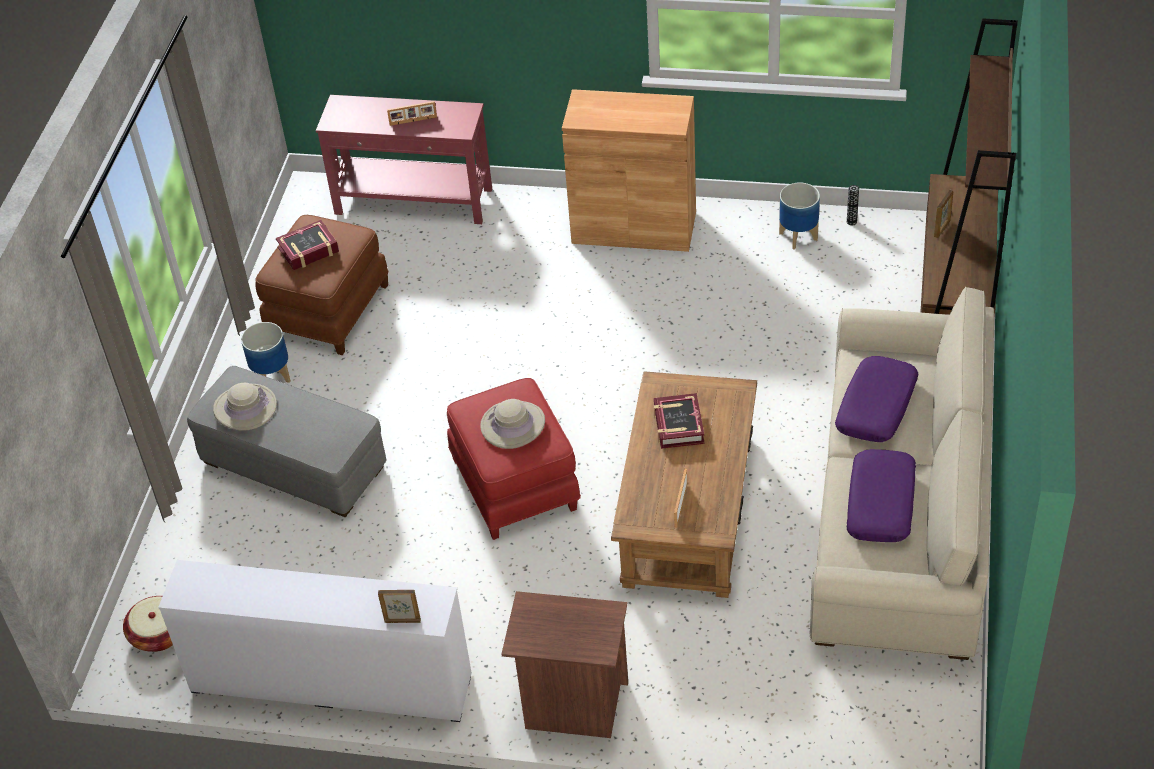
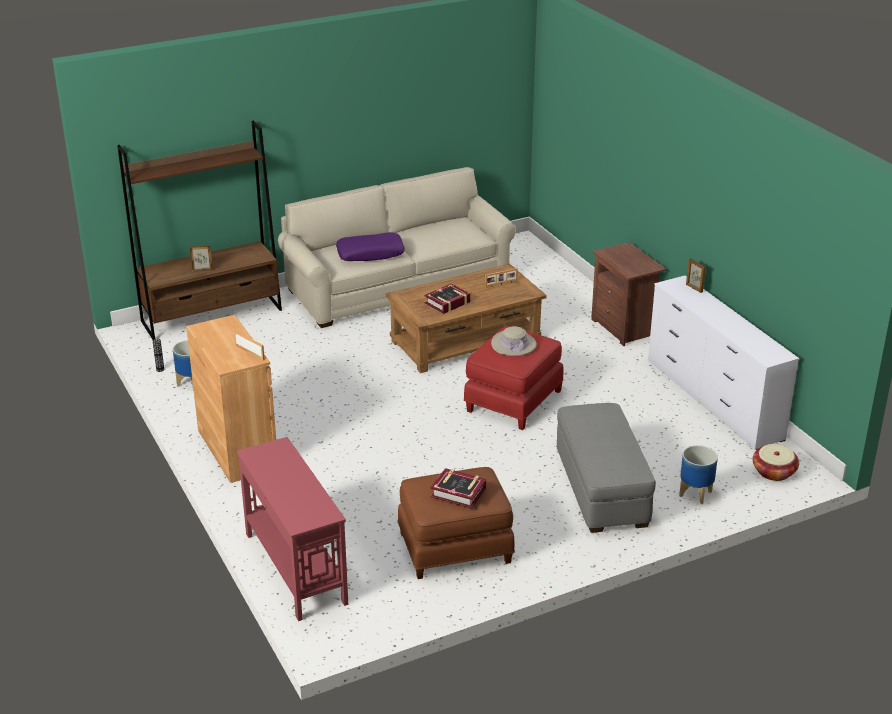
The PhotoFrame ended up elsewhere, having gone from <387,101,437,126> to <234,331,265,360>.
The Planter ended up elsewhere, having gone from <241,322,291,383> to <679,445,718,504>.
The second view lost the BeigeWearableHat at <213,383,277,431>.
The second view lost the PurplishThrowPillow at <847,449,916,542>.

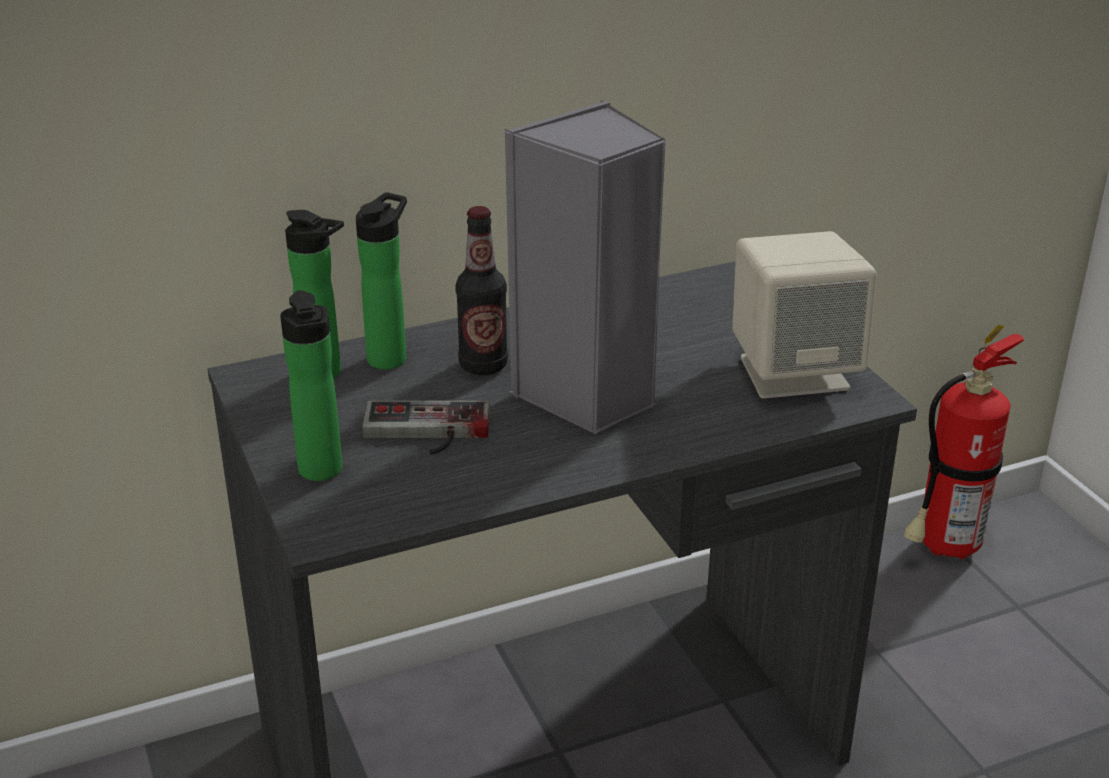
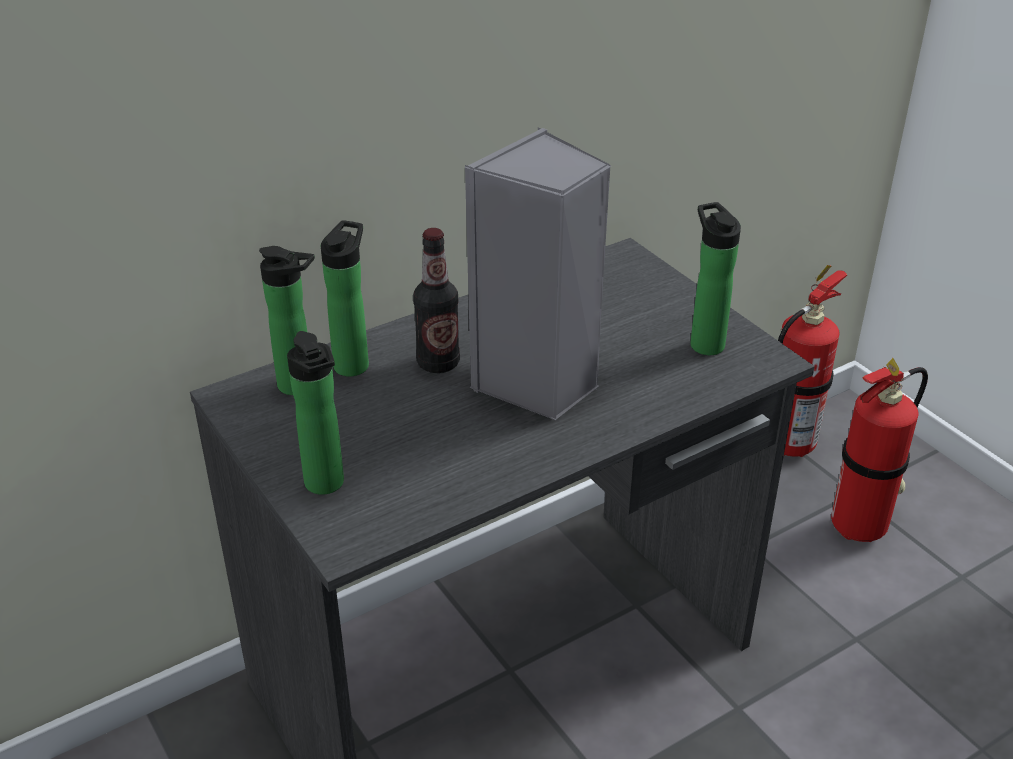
Where the BeigeAudioSpeaker stood at <732,231,877,399>, the Bottle came to stand at <690,202,741,355>.
The second view lost the Gamepad at <362,401,490,455>.
The second view gained the FireExtinguisher at <831,358,928,542>.

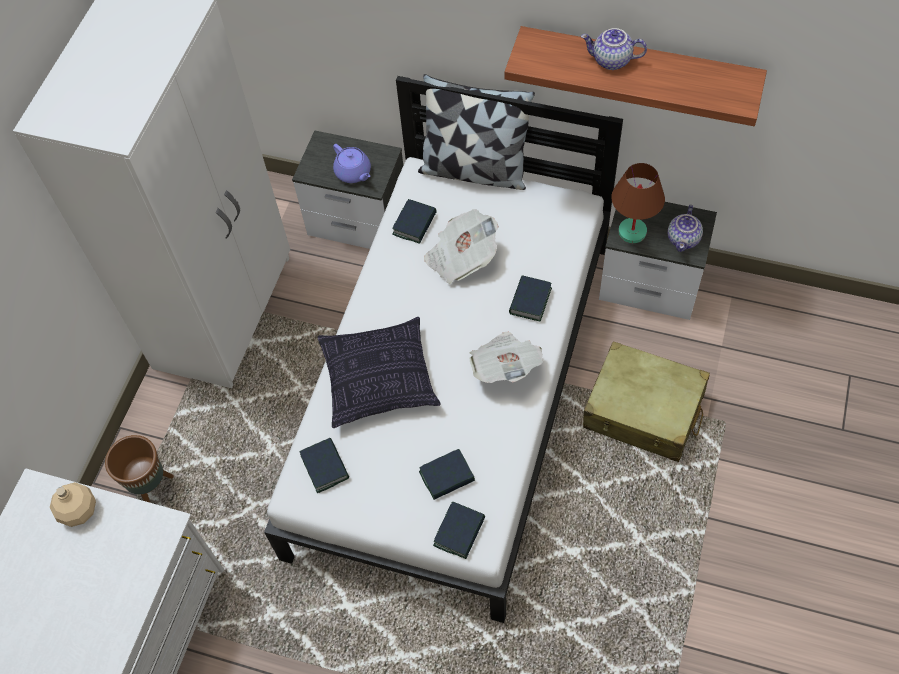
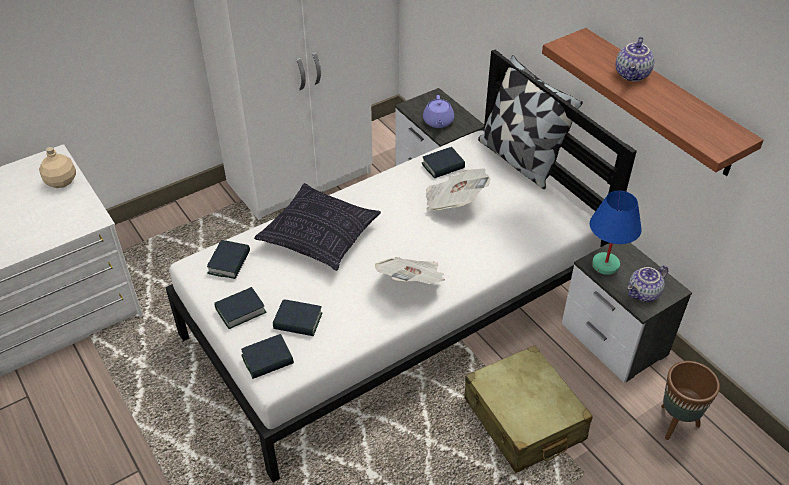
The PotForTea at <581,28,647,70> ended up facing another way, 120 degrees counterclockwise from before.
What was the BrownishLampForATable at <611,163,665,243> turned into the BlueColouredLampForATable at <590,191,642,275>.
The Book ended up elsewhere, having gone from <509,275,552,322> to <214,287,267,329>.
The BrownishPlanter ended up elsewhere, having gone from <105,435,174,503> to <661,361,720,440>.

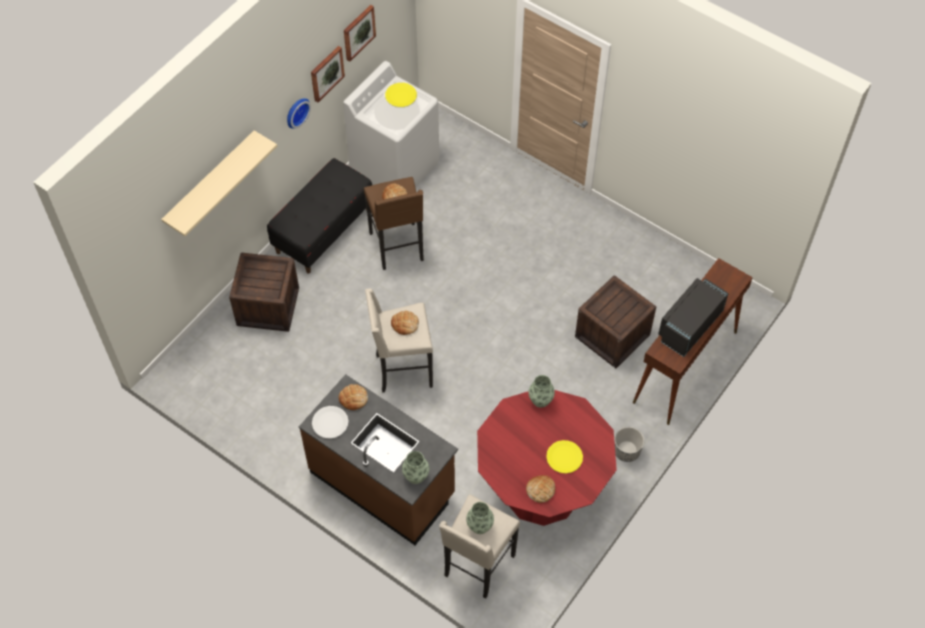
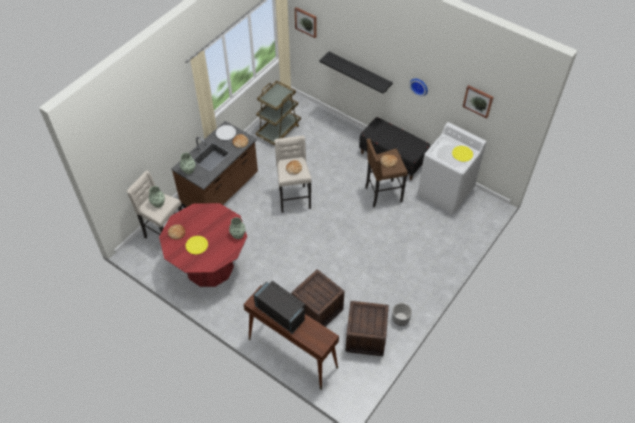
The WallArt ended up elsewhere, having gone from <311,46,345,102> to <295,7,317,38>.
The second view lost the BeigeWallShelf at <161,130,277,236>.
The PackingCrate ended up elsewhere, having gone from <229,253,299,332> to <345,301,389,356>.
The Planter ended up elsewhere, having gone from <614,427,644,462> to <392,303,412,326>.
The second view gained the BlackishWallShelf at <319,52,393,93>.
The second view gained the BrownishWheeledCart at <256,81,301,145>.

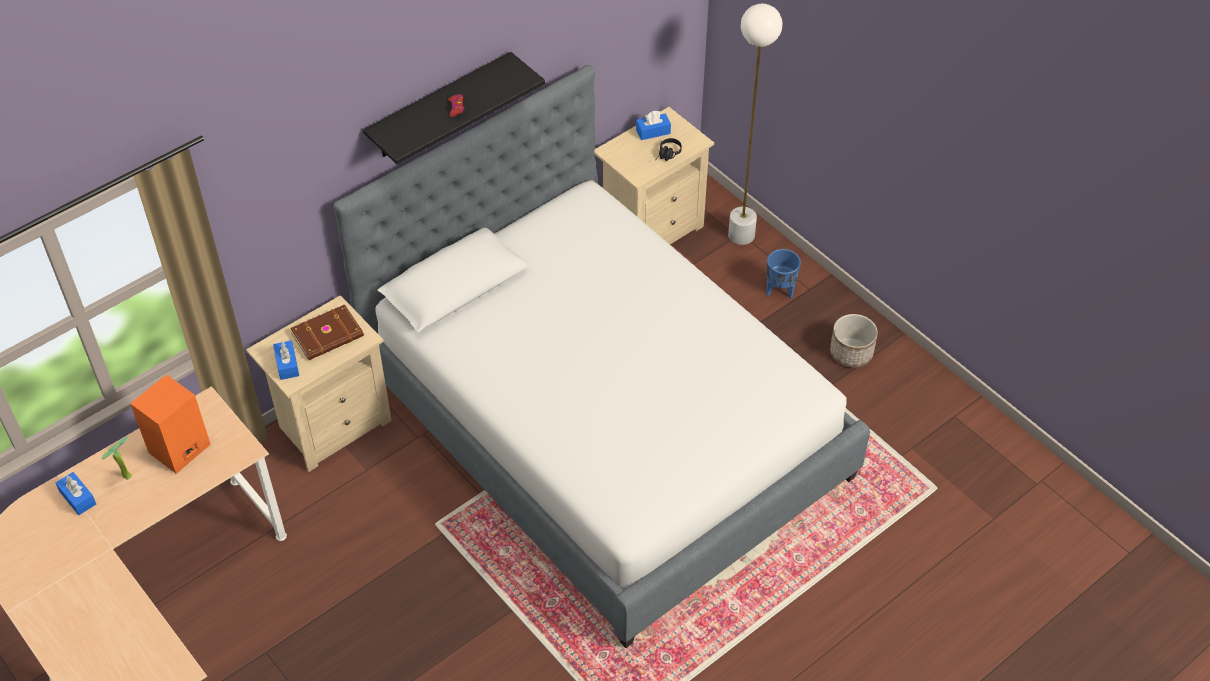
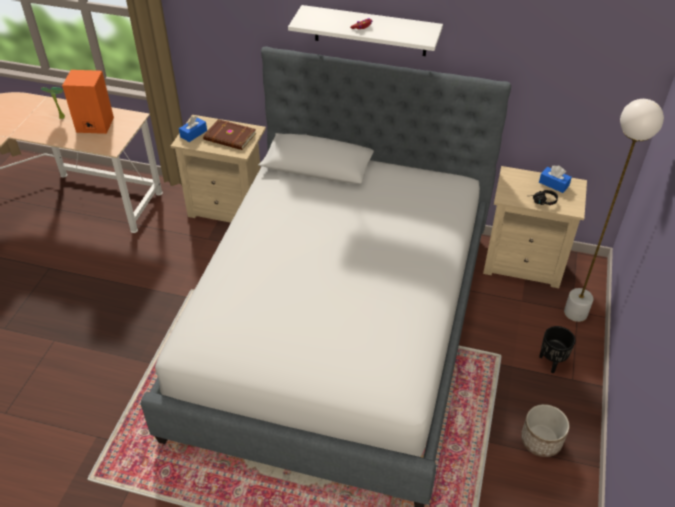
What was the BlackishWallShelf at <363,52,545,164> turned into the WhitishWallShelf at <288,5,443,56>.
What was the BlueColouredPlanter at <766,249,801,299> turned into the BlackishPlanter at <539,326,575,373>.
The second view lost the BlueColouredBoxOfTissues at <56,472,96,515>.

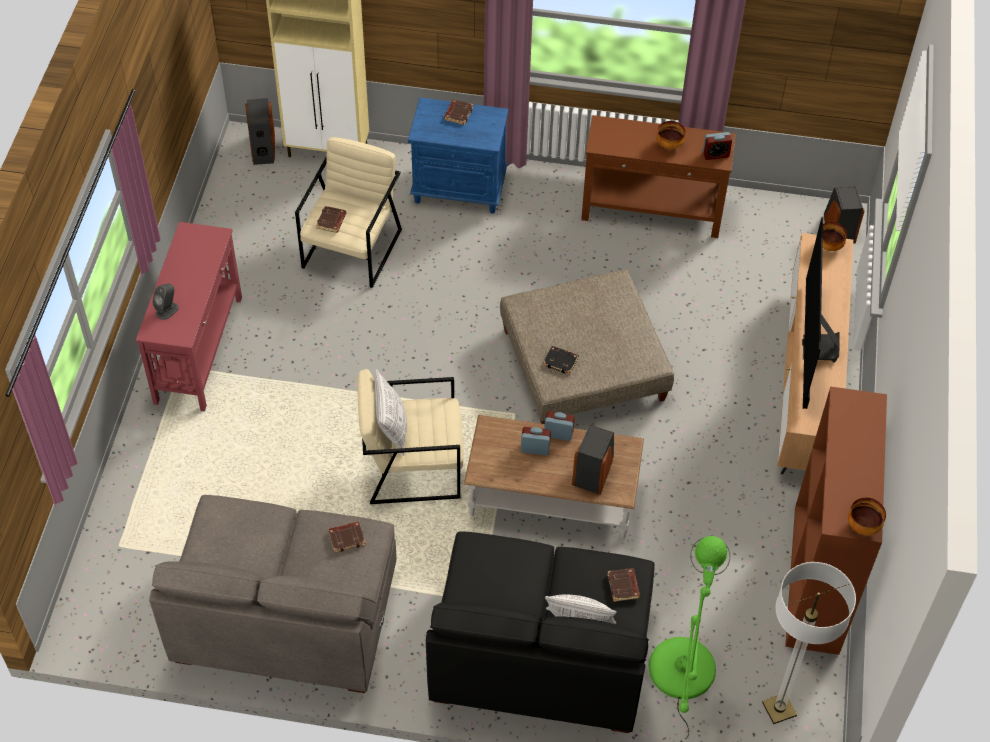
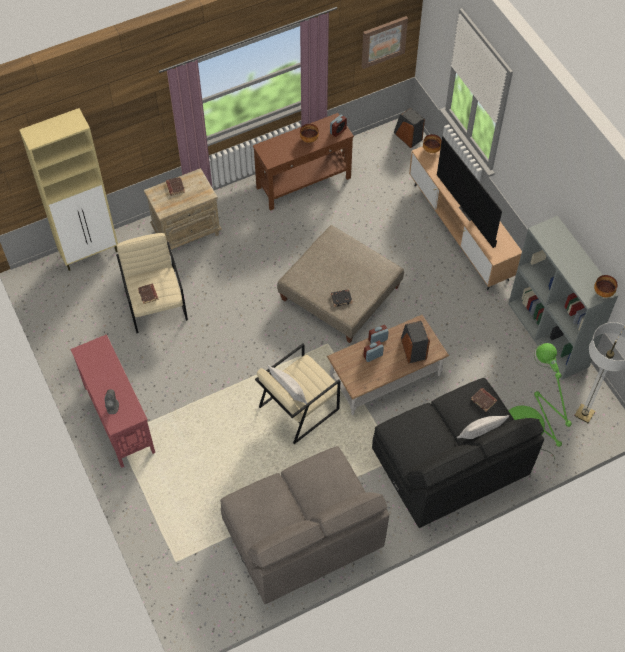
The second view lost the AudioSpeaker at <245,98,275,165>.
What was the BlueColouredBedsideTable at <408,98,508,214> turned into the BeigeBedsideTable at <144,168,222,255>.
What was the BrownishBookcase at <785,386,887,655> turned into the GrayBookcase at <508,216,618,380>.
The second view lost the BrownishBook at <328,521,366,553>.
The second view gained the WallArt at <362,16,408,69>.

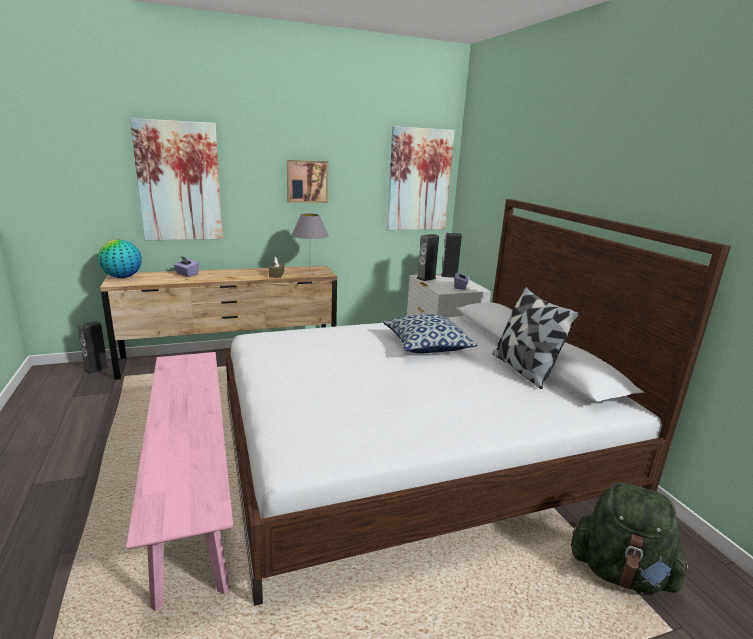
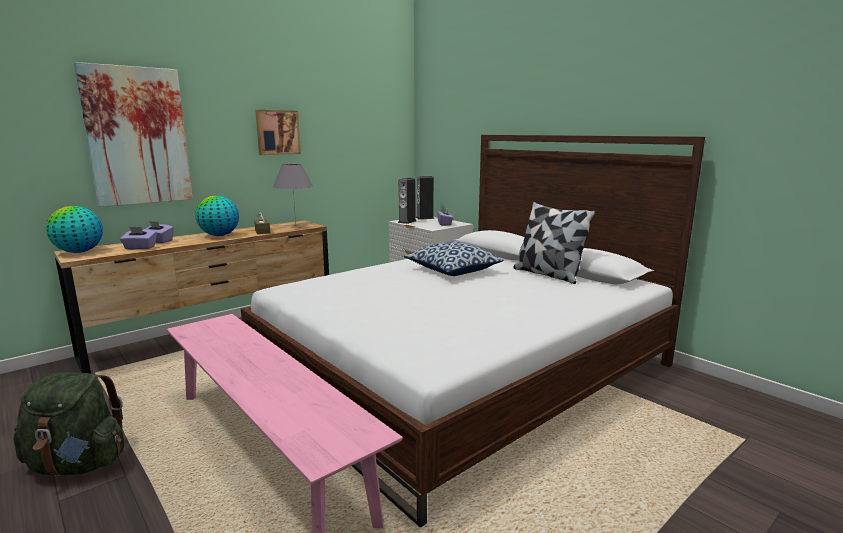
The second view lost the WallArt at <387,126,455,230>.
The second view lost the AudioSpeaker at <78,321,109,374>.
The GreenColouredRucksack ended up elsewhere, having gone from <571,482,690,593> to <14,372,124,476>.
The second view gained the Globe at <196,195,239,236>.
The second view gained the PurplishBoxOfTissues at <120,227,157,250>.

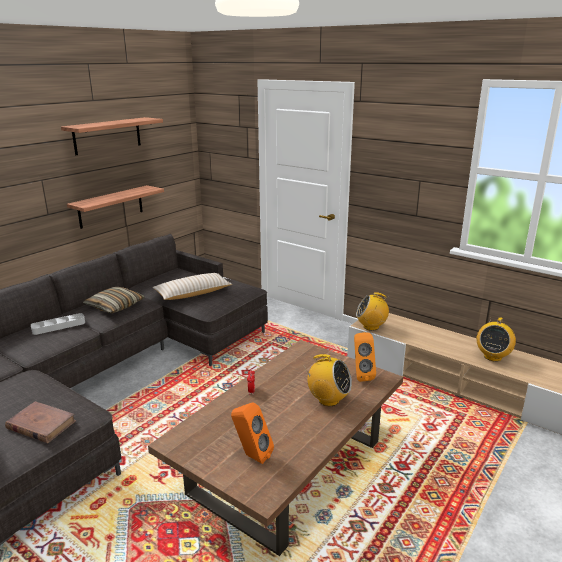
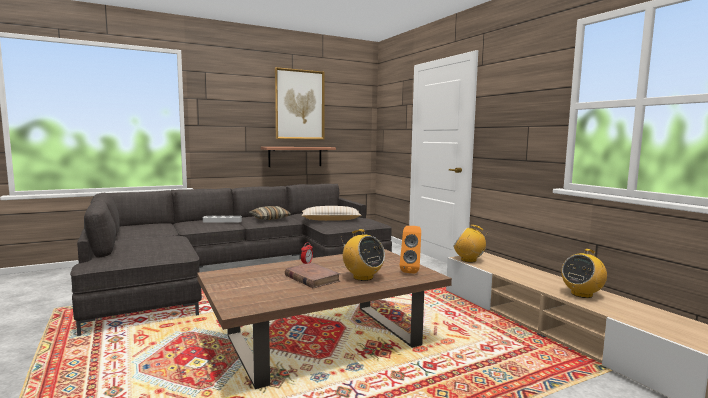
Where the WallShelf hung at <61,117,163,155>, the WallArt came to hang at <275,67,325,139>.
The BrownishBook ended up elsewhere, having gone from <5,401,76,443> to <285,263,340,288>.
The second view lost the OrangeyAudioSpeaker at <231,402,274,464>.

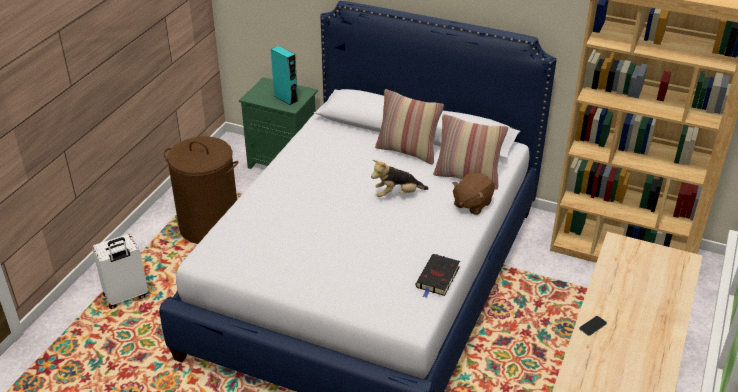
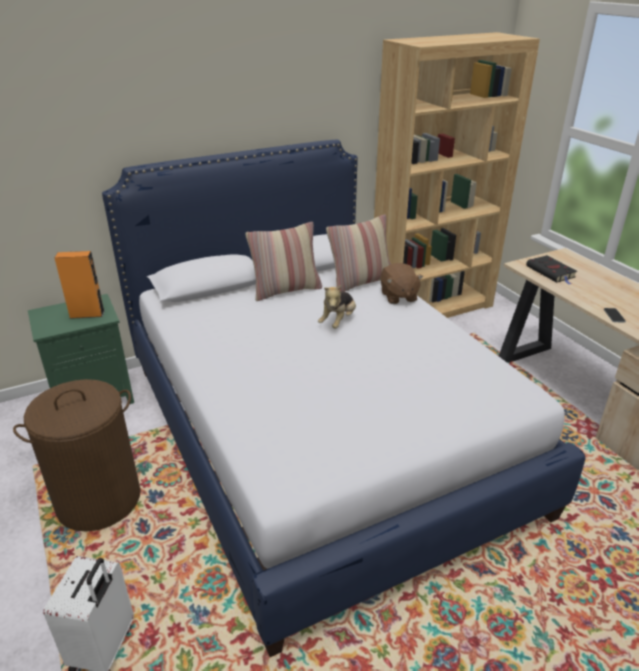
What was the TurquoiseColouredAudioSpeaker at <271,46,298,105> turned into the OrangeyAudioSpeaker at <55,251,105,319>.
The BlackishBook ended up elsewhere, having gone from <416,254,460,298> to <526,255,577,285>.

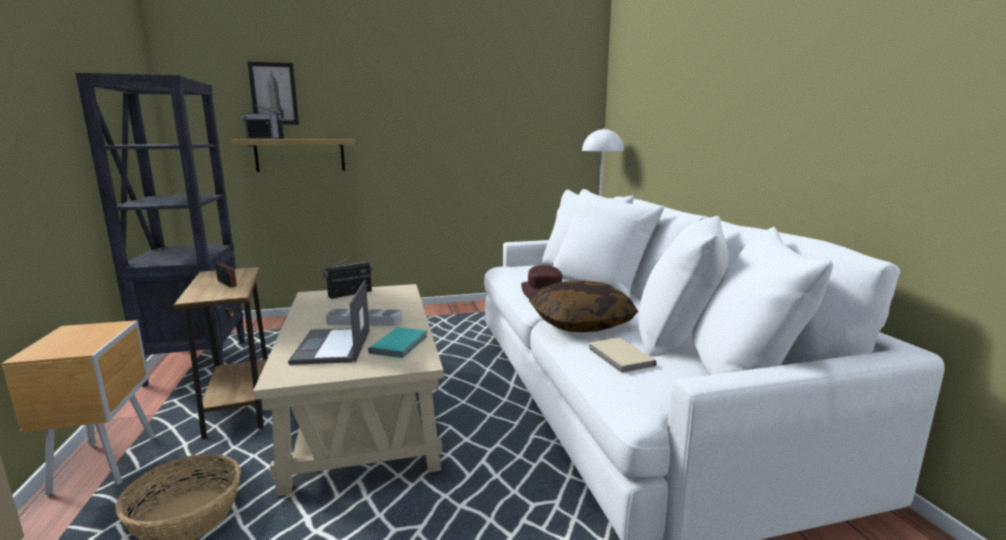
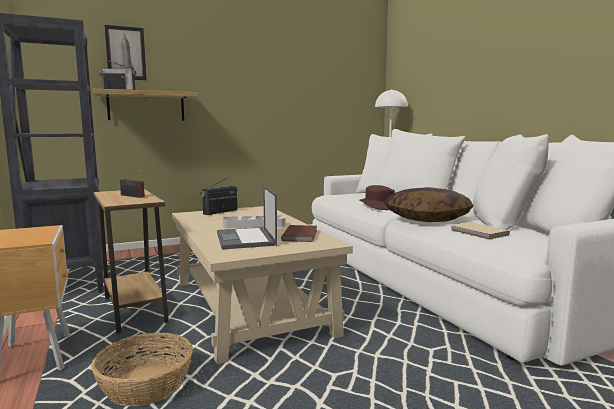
What was the TurquoiseColouredBook at <368,327,428,358> turned into the BrownishBook at <281,225,317,242>.

